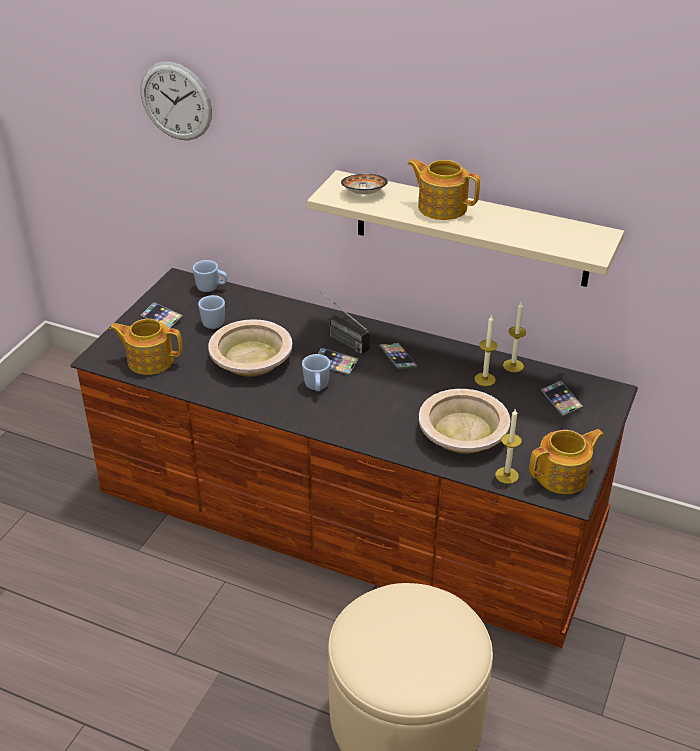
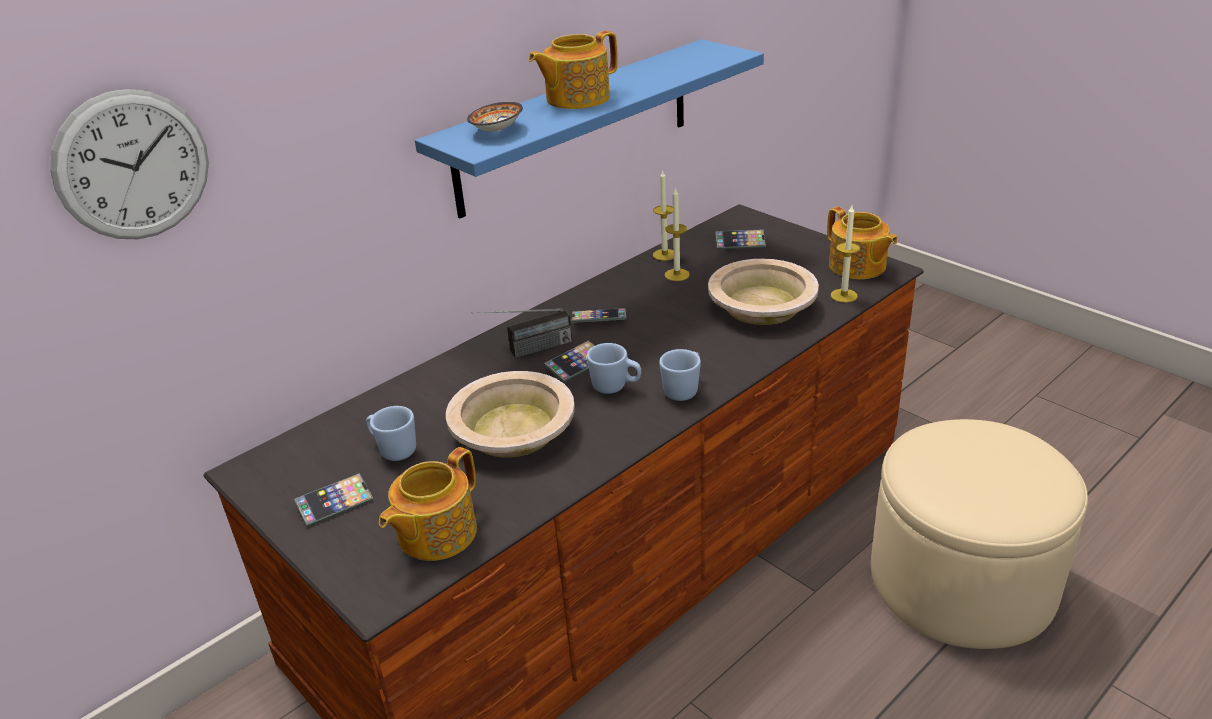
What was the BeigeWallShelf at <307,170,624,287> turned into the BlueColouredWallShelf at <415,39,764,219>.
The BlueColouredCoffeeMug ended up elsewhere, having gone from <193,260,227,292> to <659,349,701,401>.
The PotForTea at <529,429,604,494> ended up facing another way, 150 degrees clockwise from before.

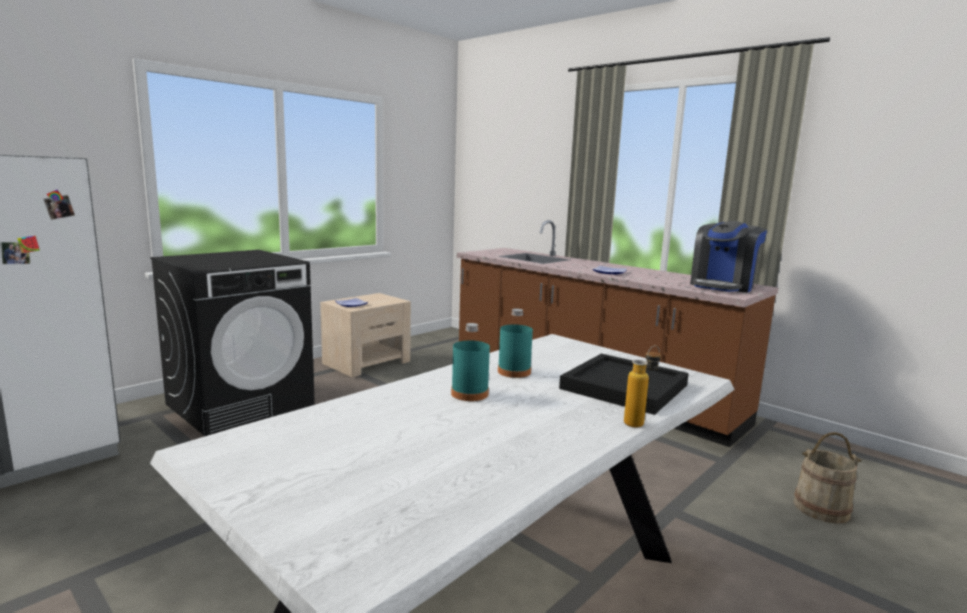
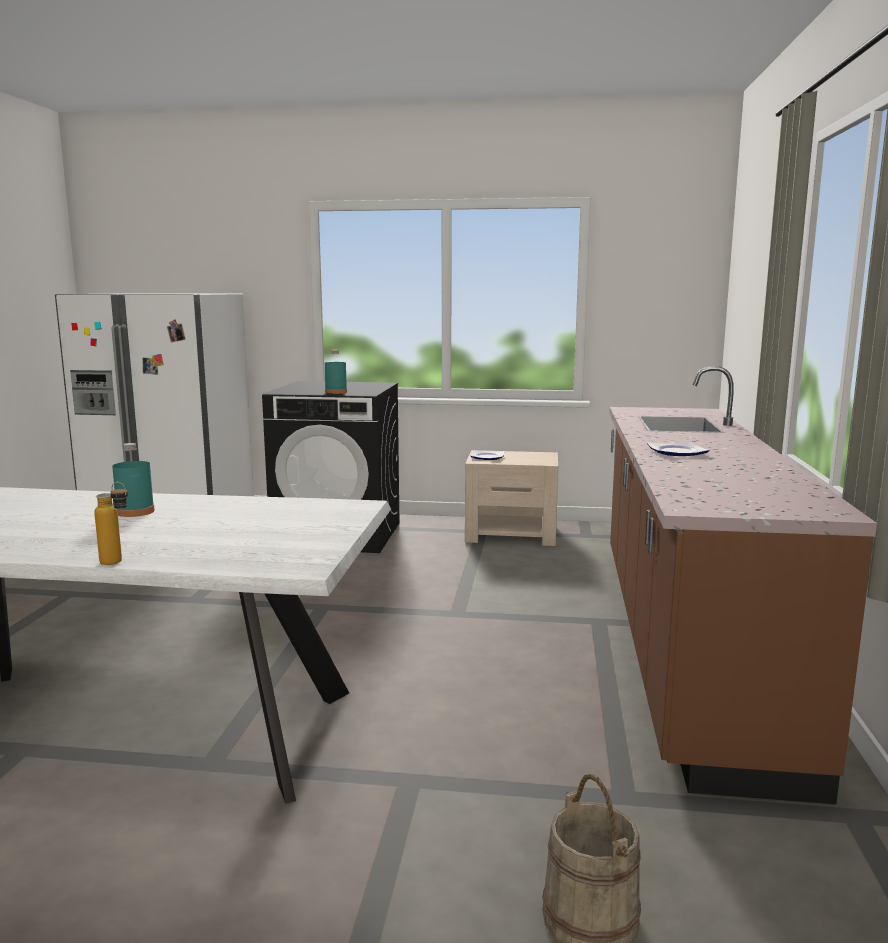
The second view lost the CoffeeBrewer at <690,221,767,293>.
The TurquoiseColouredBottle ended up elsewhere, having gone from <498,308,533,378> to <325,350,347,394>.
The second view lost the BlackishServingTray at <559,354,689,415>.

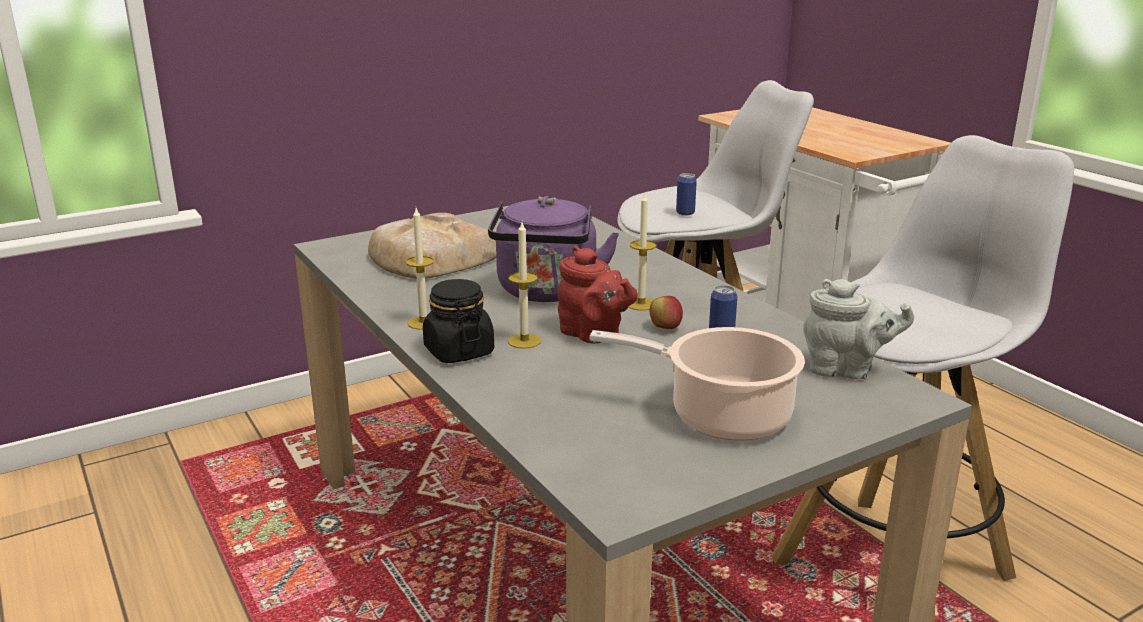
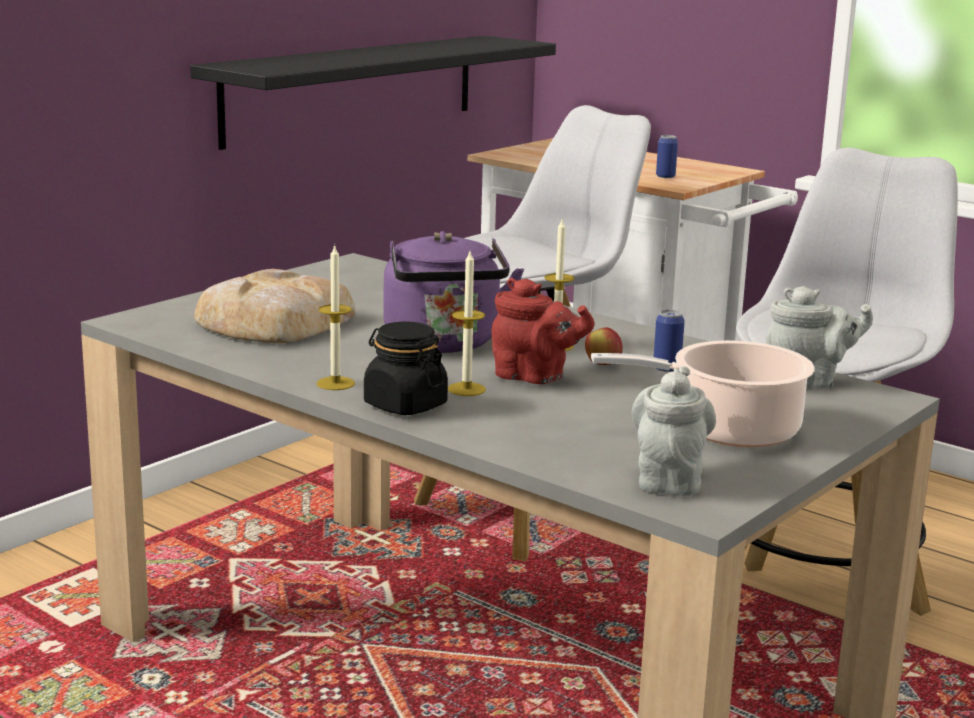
The SealedCan ended up elsewhere, having gone from <676,173,697,215> to <656,135,678,178>.
The second view gained the BlackishWallShelf at <190,36,556,150>.
The second view gained the GrayPotForTea at <632,366,716,496>.

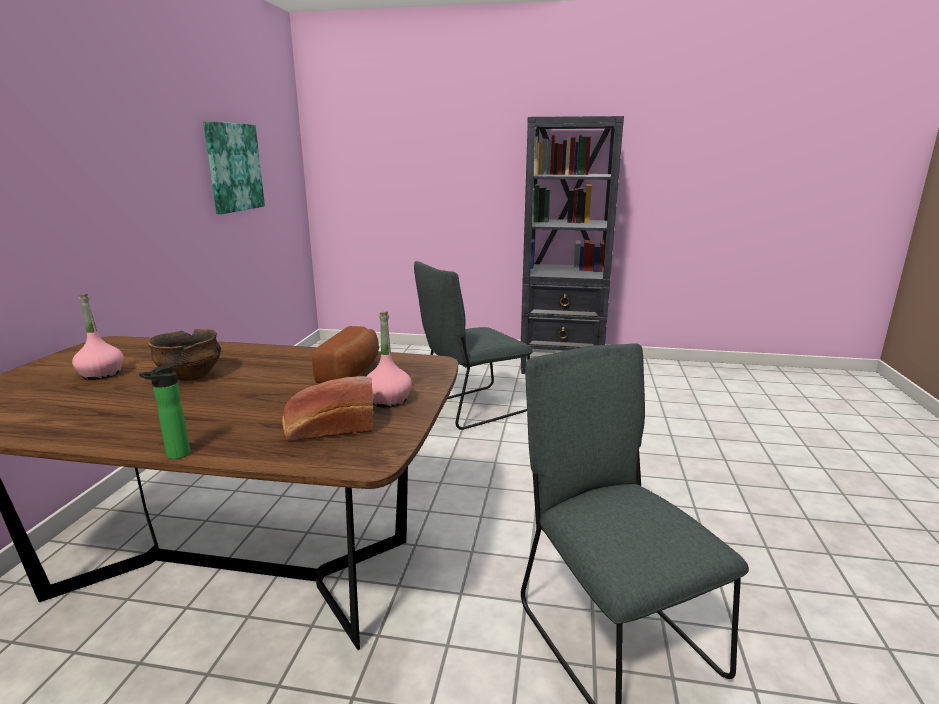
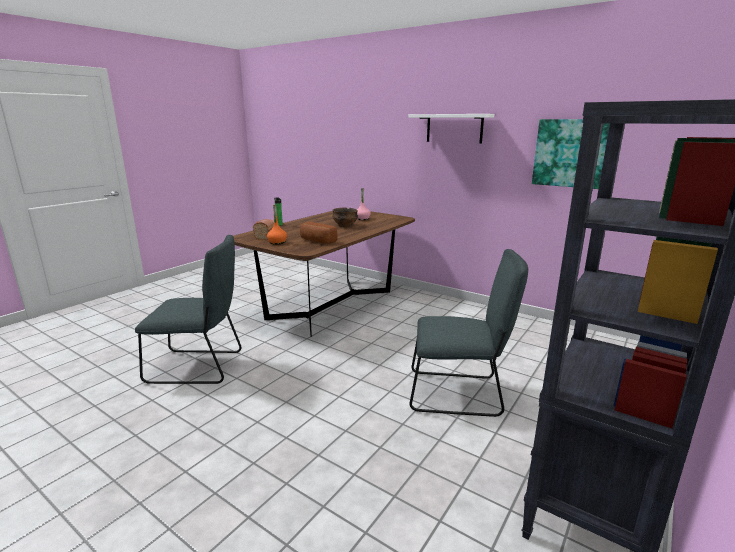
The GrayUprightChair at <414,261,533,430> ended up facing another way, 105 degrees clockwise from before.
What was the PinkishBottle at <366,311,412,408> turned into the OrangeyBottle at <267,205,287,245>.
The second view gained the WhitishWallShelf at <409,114,494,143>.

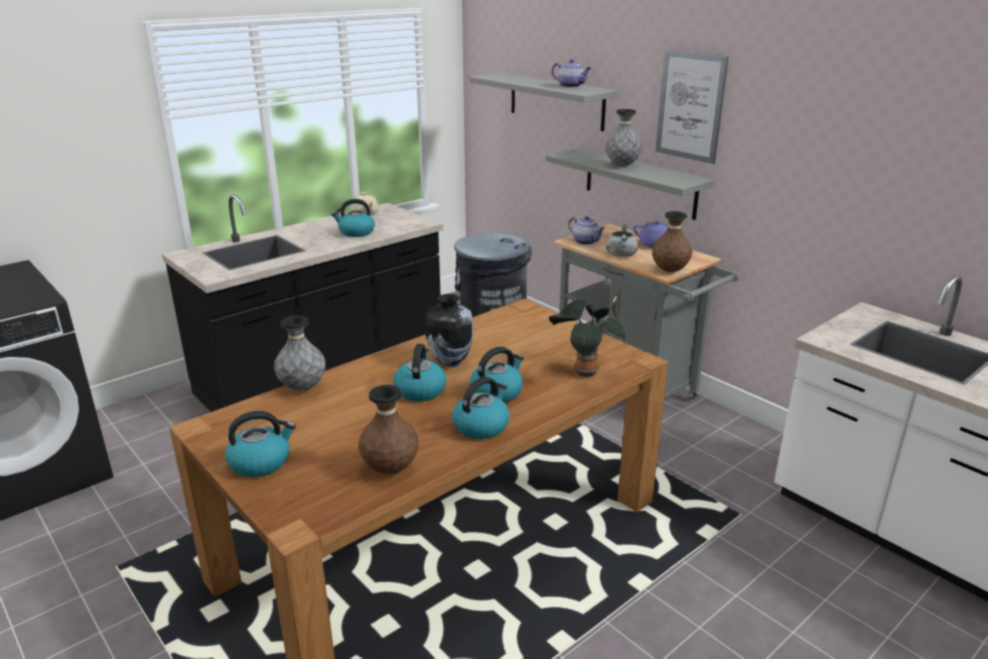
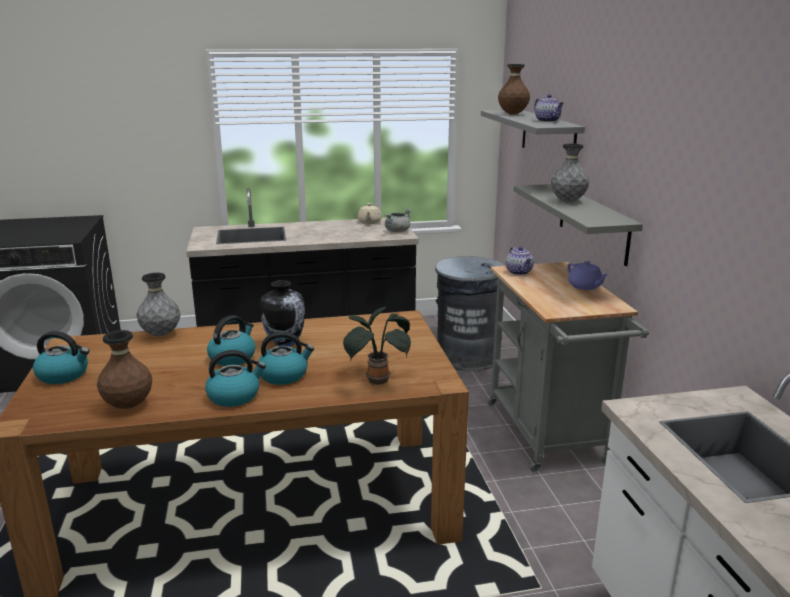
The second view lost the WallArt at <655,50,729,164>.
The second view lost the TeaKettle at <331,199,375,237>.
The BrownishDecorativeVase ended up elsewhere, having gone from <652,211,692,272> to <498,64,530,114>.
The GrayCookingPot ended up elsewhere, having gone from <606,224,639,257> to <385,208,411,233>.

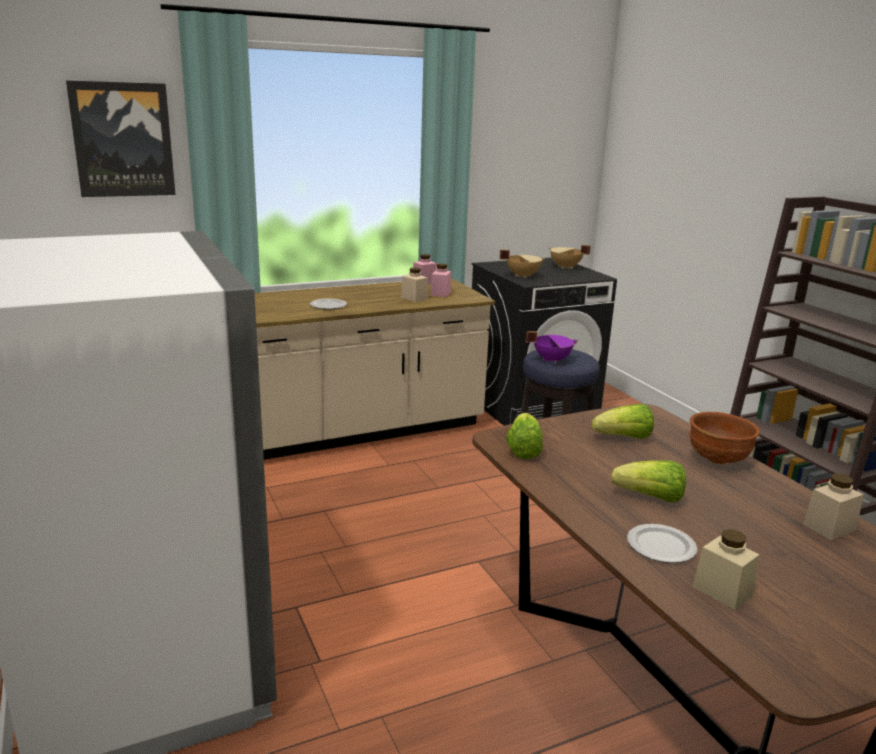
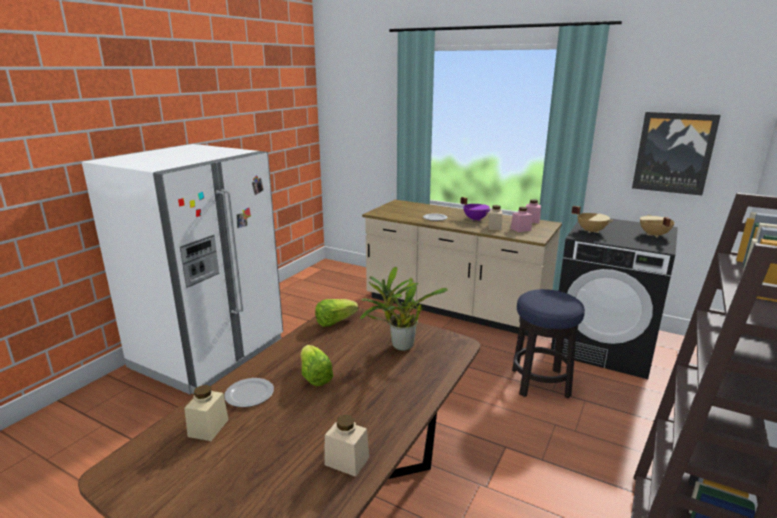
The WallArt ended up elsewhere, having gone from <66,80,176,197> to <632,112,721,196>.
The PurplishCookingPot ended up elsewhere, having gone from <526,331,579,363> to <460,197,491,221>.
Where the LettuceHead stood at <592,404,654,439>, the PlantInAPot came to stand at <360,267,448,351>.
The second view lost the BrownishBowl at <690,412,760,464>.

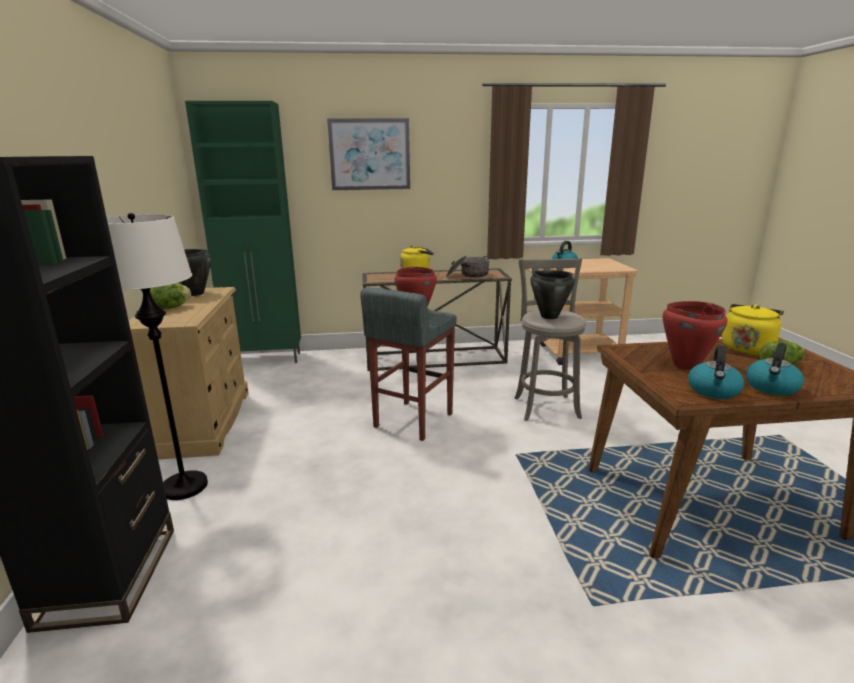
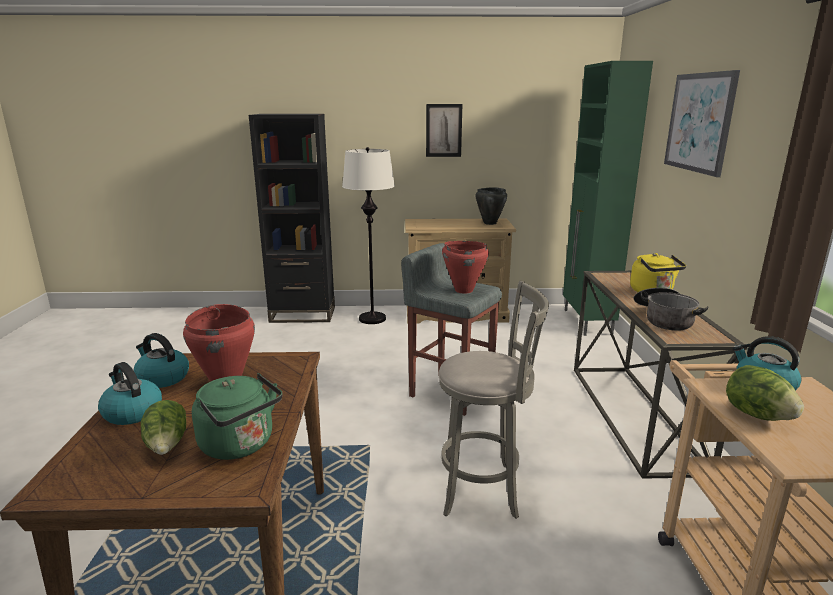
The second view lost the BlackishCookingPot at <530,271,575,319>.
The LettuceHead ended up elsewhere, having gone from <150,283,191,309> to <726,365,804,421>.
What was the YellowTeaKettle at <721,304,784,355> turned into the GreenColouredTeaKettle at <192,373,283,460>.
The second view gained the WallArt at <426,104,462,157>.

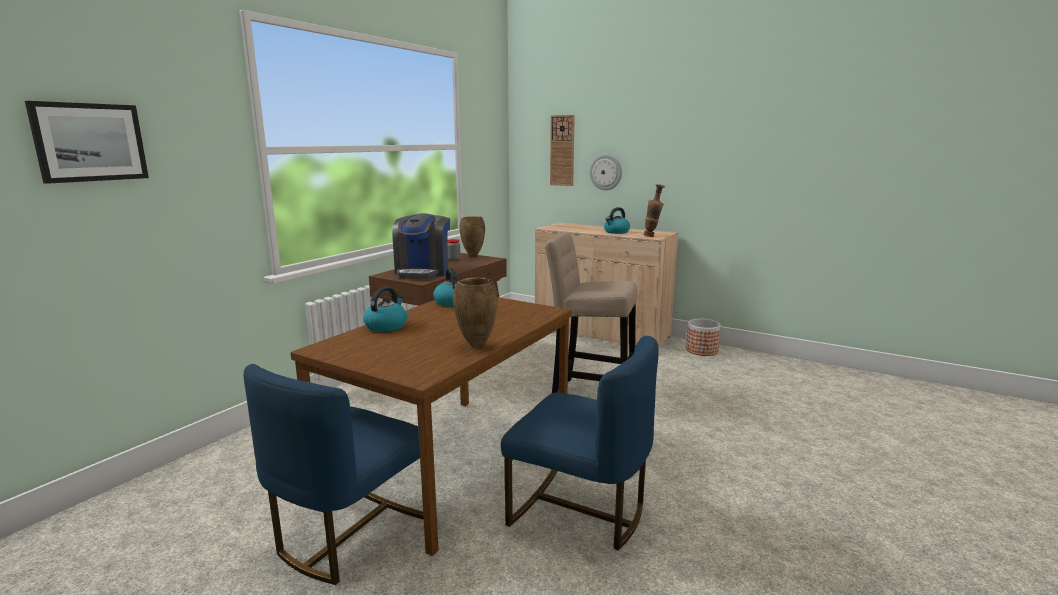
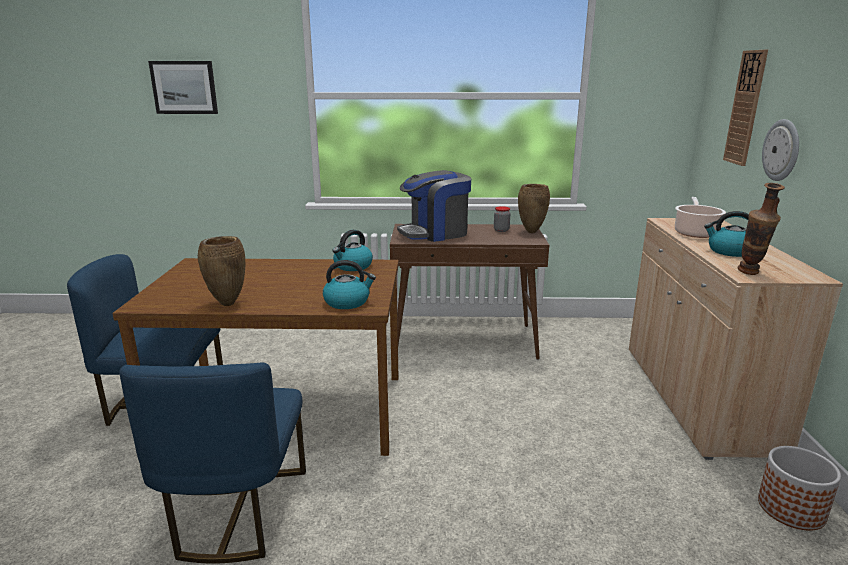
The second view lost the BeigeSittingStool at <545,232,637,393>.
The TeaKettle ended up elsewhere, having gone from <363,287,407,332> to <323,260,376,309>.
The second view gained the CookingPot at <675,197,726,238>.

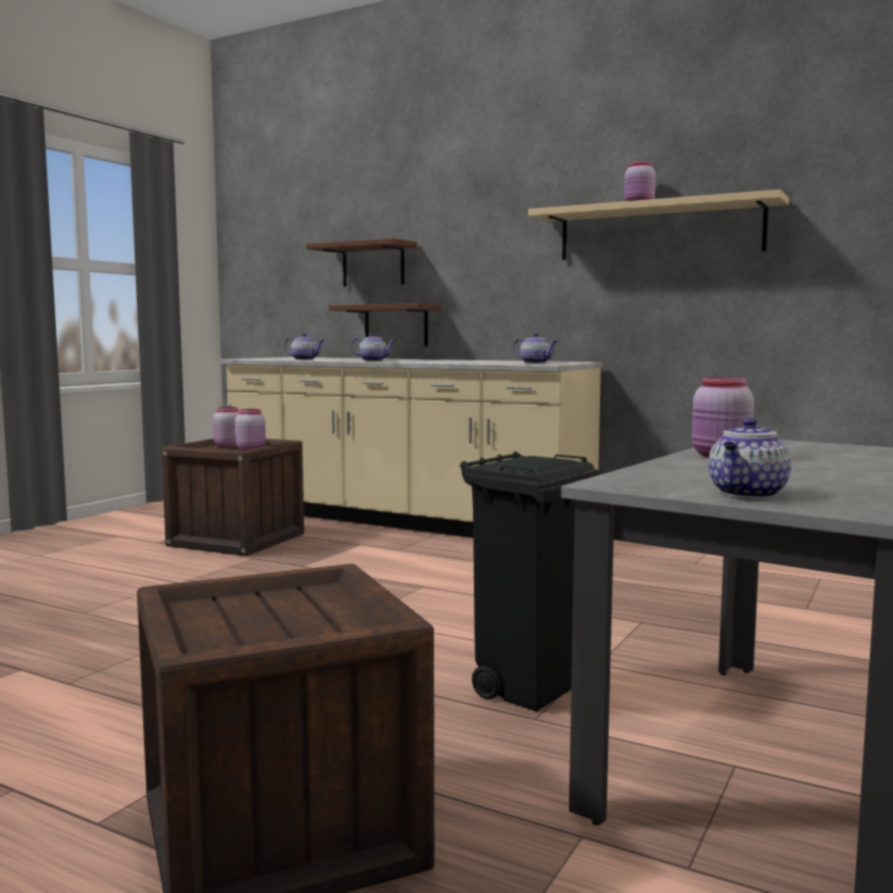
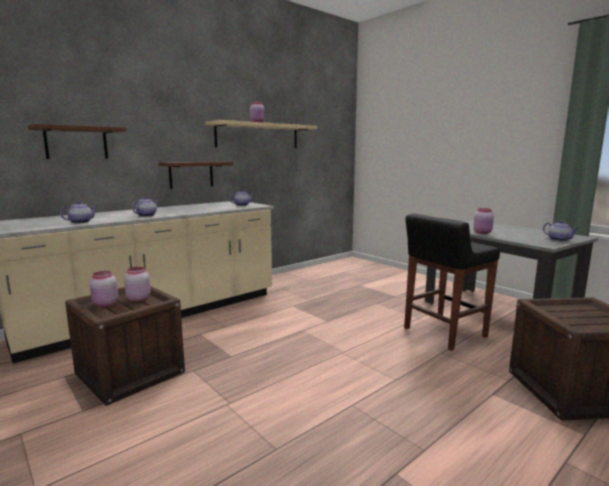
The BrownishWallShelf ended up elsewhere, having gone from <329,303,441,346> to <159,162,233,189>.
Where the BlackishTrashCan stood at <460,451,601,712>, the BlackishSittingStool came to stand at <404,214,500,351>.

